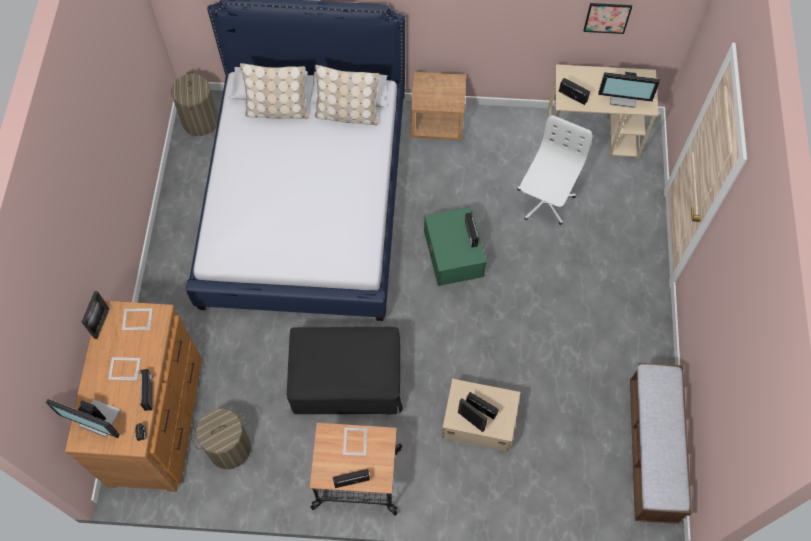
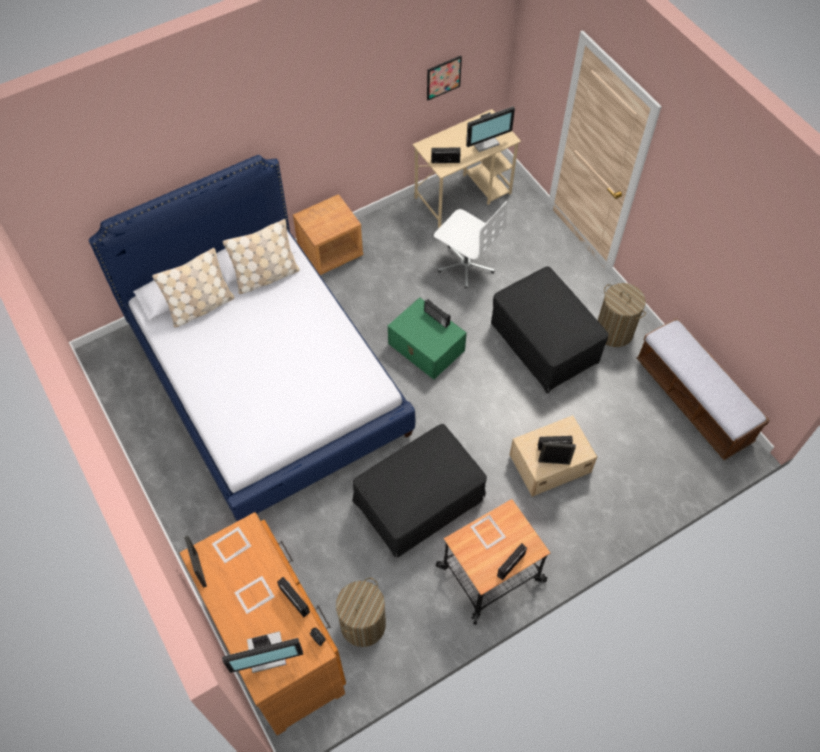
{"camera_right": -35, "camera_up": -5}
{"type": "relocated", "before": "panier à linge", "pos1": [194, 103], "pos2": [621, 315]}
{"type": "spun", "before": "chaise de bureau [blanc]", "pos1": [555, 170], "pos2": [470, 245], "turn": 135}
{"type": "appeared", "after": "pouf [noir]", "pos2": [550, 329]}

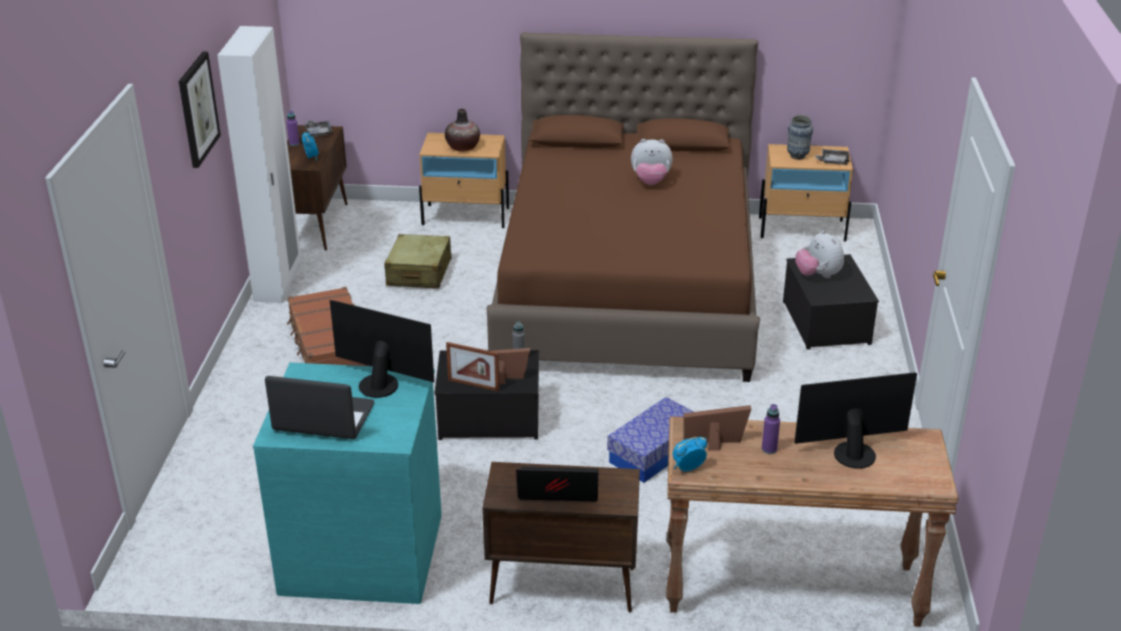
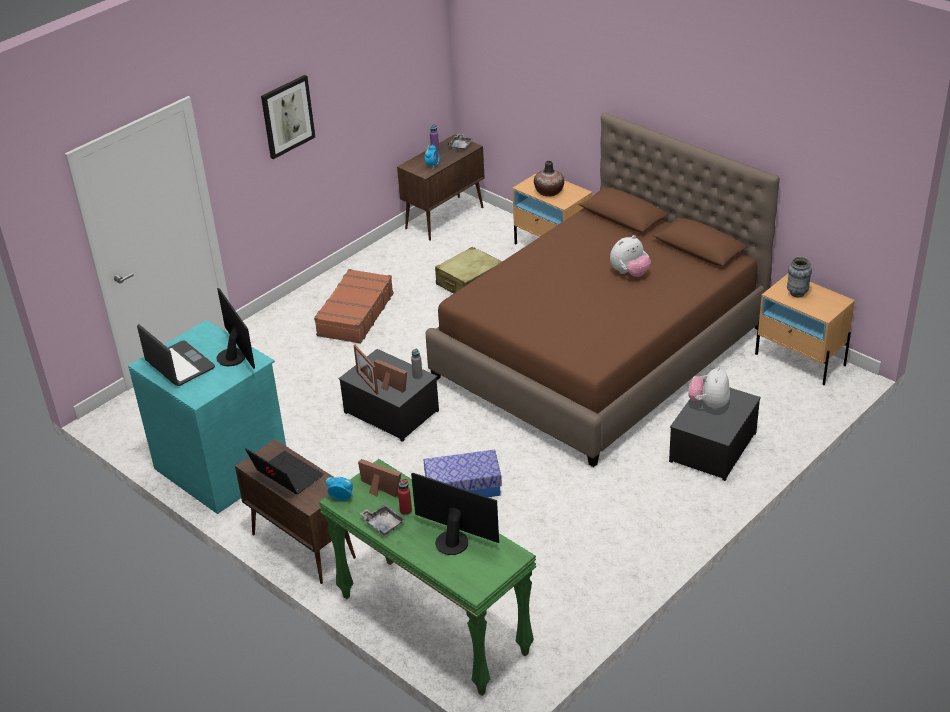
{"camera_right": 40, "camera_up": 5}
{"type": "missing", "before": "armoire [blanc]", "pos1": [259, 164]}
{"type": "spun", "before": "peluche", "pos1": [652, 162], "pos2": [630, 256], "turn": -75}
{"type": "relocated", "before": "plateau [gris]", "pos1": [832, 157], "pos2": [382, 520]}
{"type": "colour", "before": "bouteille [violet]", "after": "bouteille [rouge]", "pos1": [771, 429], "pos2": [405, 497]}
{"type": "colour", "before": "table console [marron]", "after": "table console [vert]", "pos1": [812, 521], "pos2": [427, 577]}

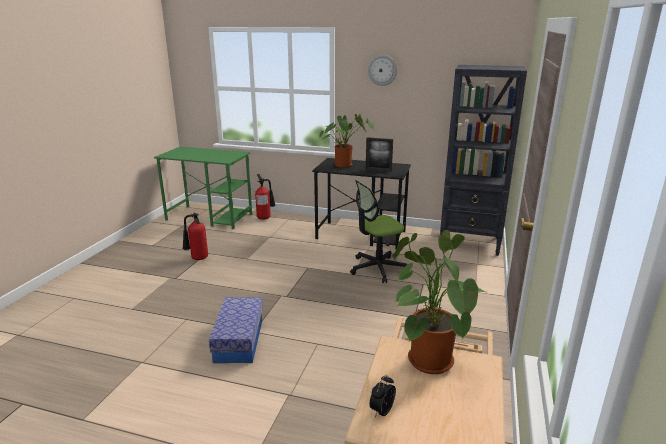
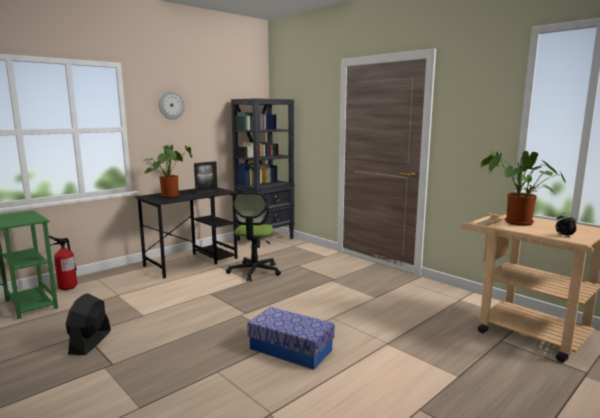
{"camera_right": -60, "camera_up": -10}
{"type": "exchanged", "before": "extincteur", "after": "ventilateur [noir]", "pos1": [195, 236], "pos2": [88, 324]}

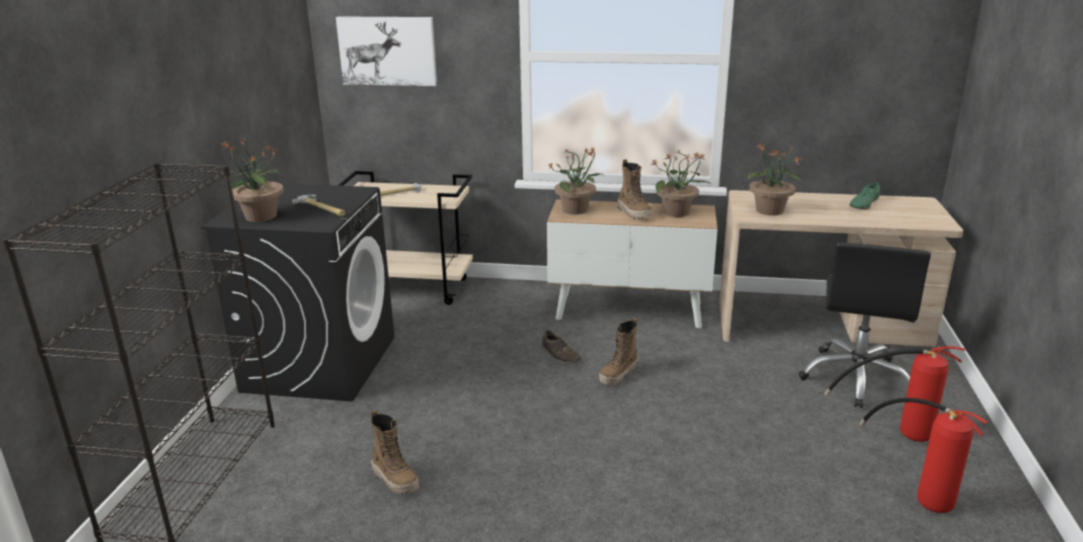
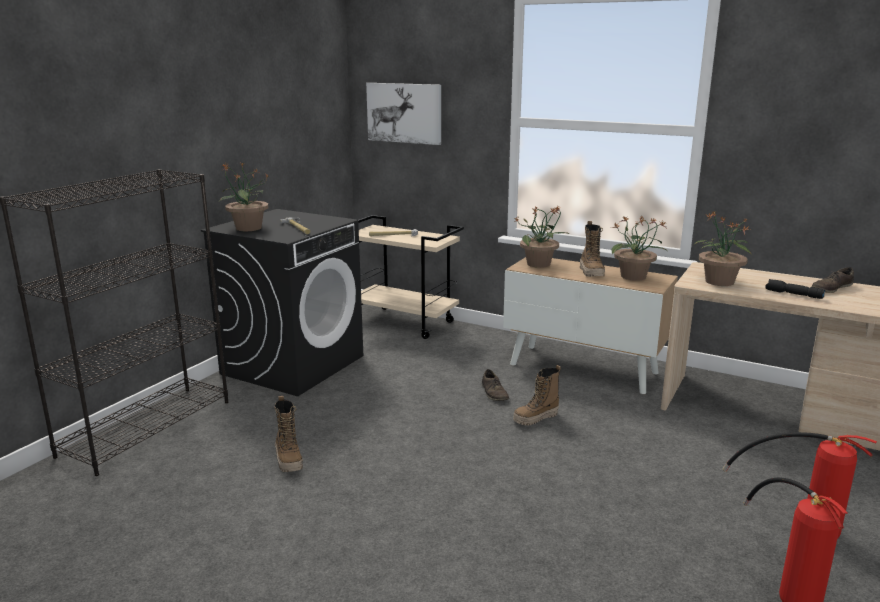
{"camera_right": 20, "camera_up": -5}
{"type": "colour", "before": "chaussure [vert]", "after": "chaussure [marron]", "pos1": [864, 196], "pos2": [832, 280]}
{"type": "missing", "before": "chaise de bureau [noir]", "pos1": [864, 325]}
{"type": "appeared", "after": "lampe de poche [noir]", "pos2": [795, 289]}

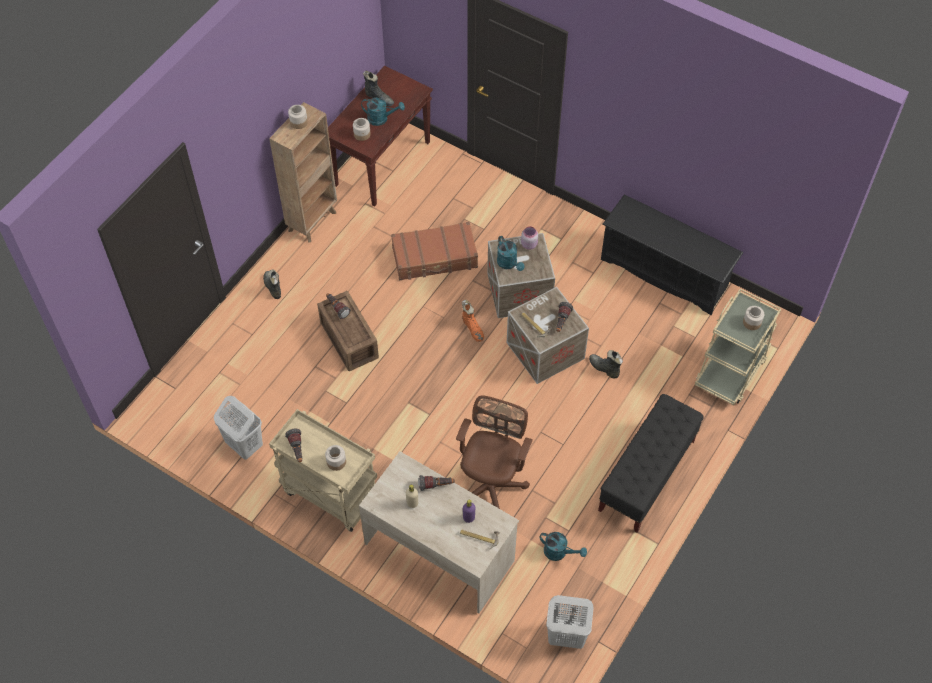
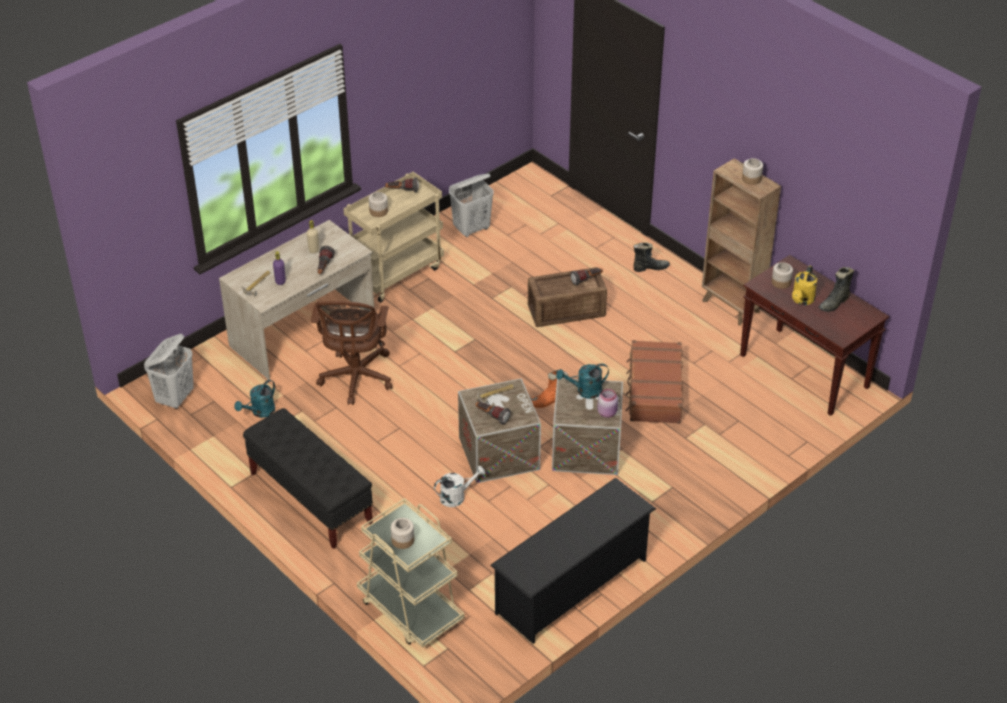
{"camera_right": 105, "camera_up": -15}
{"type": "colour", "before": "arrosoir [turquoise]", "after": "arrosoir [jaune]", "pos1": [383, 112], "pos2": [804, 285]}
{"type": "exchanged", "before": "botte [noir]", "after": "arrosoir [blanc]", "pos1": [606, 364], "pos2": [459, 486]}
{"type": "spun", "before": "chaise de bureau [marron]", "pos1": [494, 452], "pos2": [351, 353], "turn": 60}

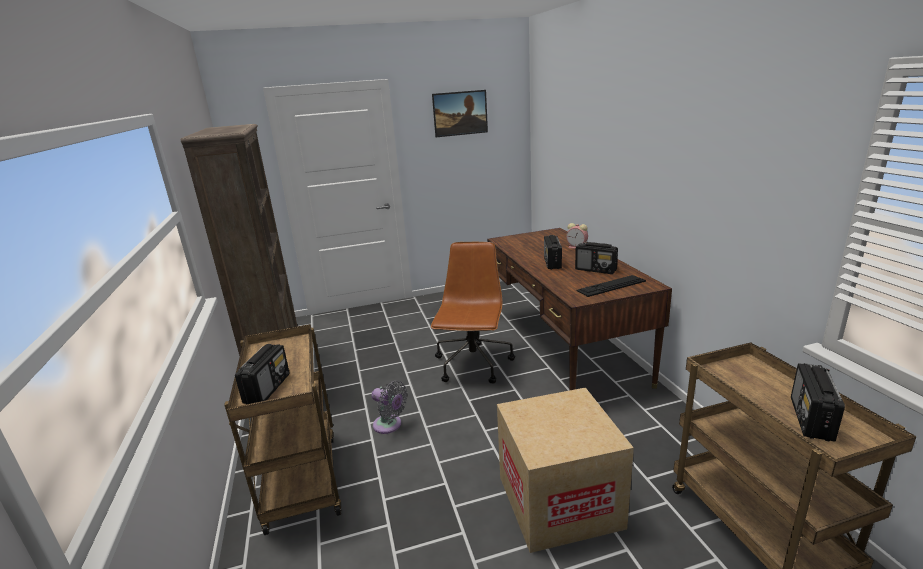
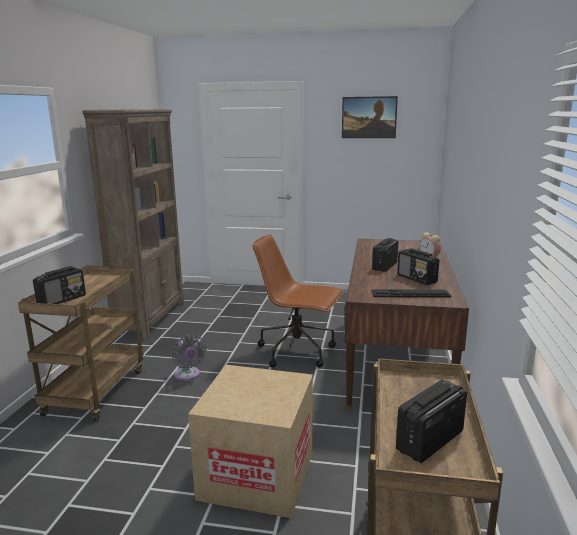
{"camera_right": 25, "camera_up": -5}
{"type": "spun", "before": "chaise de bureau [marron]", "pos1": [473, 313], "pos2": [298, 301], "turn": -105}

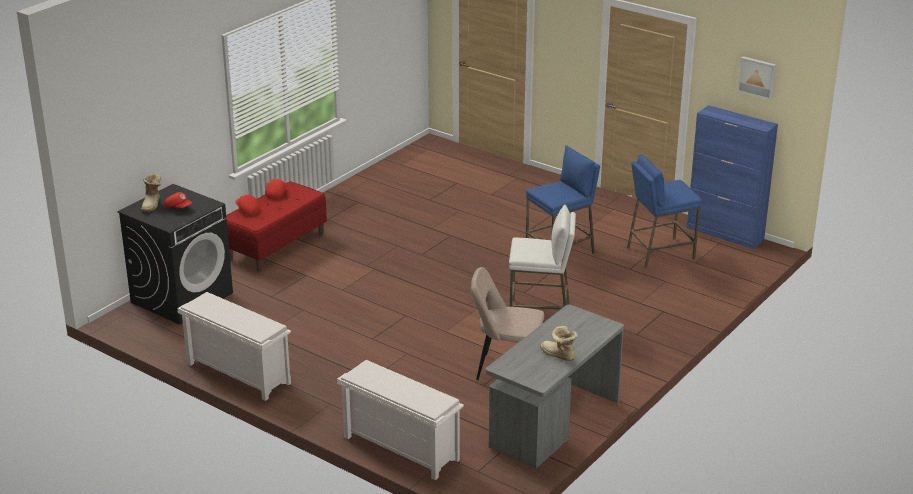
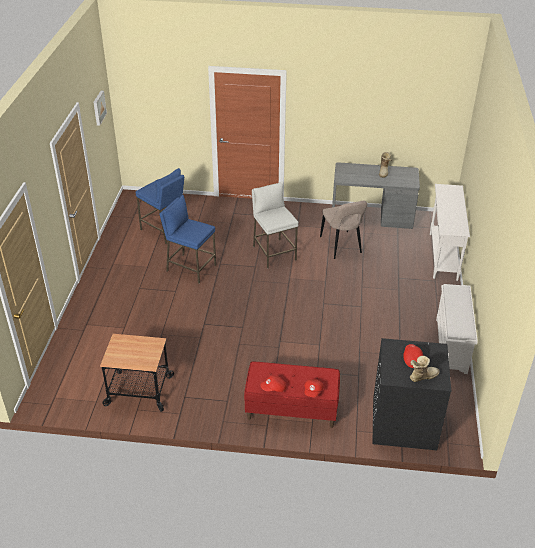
{"camera_right": -120, "camera_up": 10}
{"type": "missing", "before": "meuble de rangement [bleu]", "pos1": [732, 177]}
{"type": "exchanged", "before": "étagère à chaussures [blanc]", "after": "table console [blanc]", "pos1": [400, 420], "pos2": [450, 232]}
{"type": "appeared", "after": "chariot", "pos2": [137, 373]}

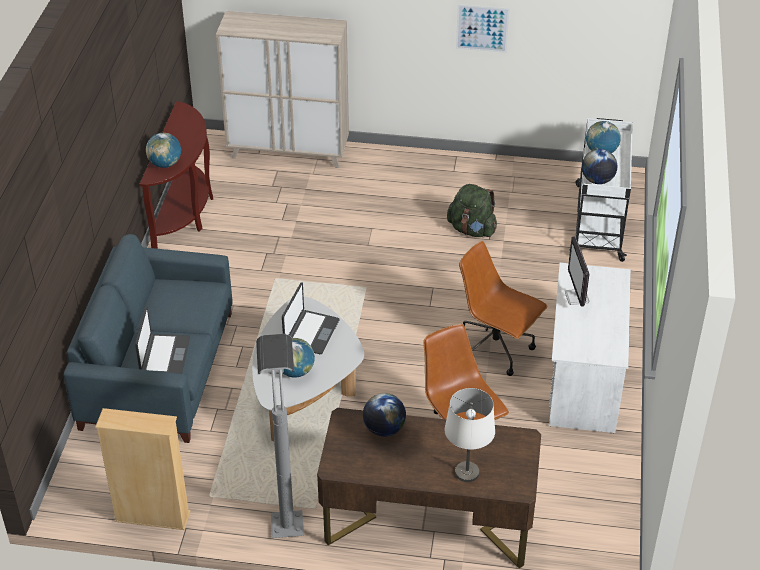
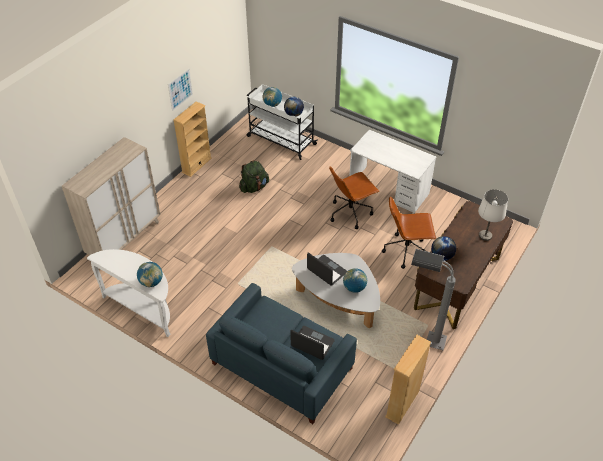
{"camera_right": -65, "camera_up": 5}
{"type": "colour", "before": "table console [marron]", "after": "table console [blanc]", "pos1": [176, 175], "pos2": [129, 293]}
{"type": "missing", "before": "écran d'ordinateur", "pos1": [577, 271]}
{"type": "appeared", "after": "bibliothèque [beige]", "pos2": [192, 139]}

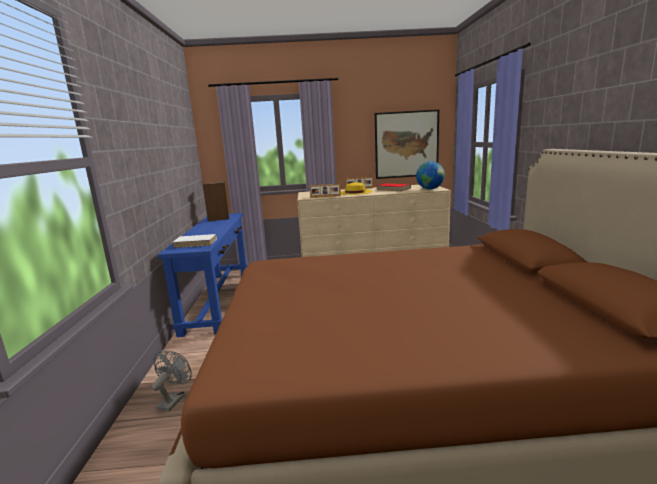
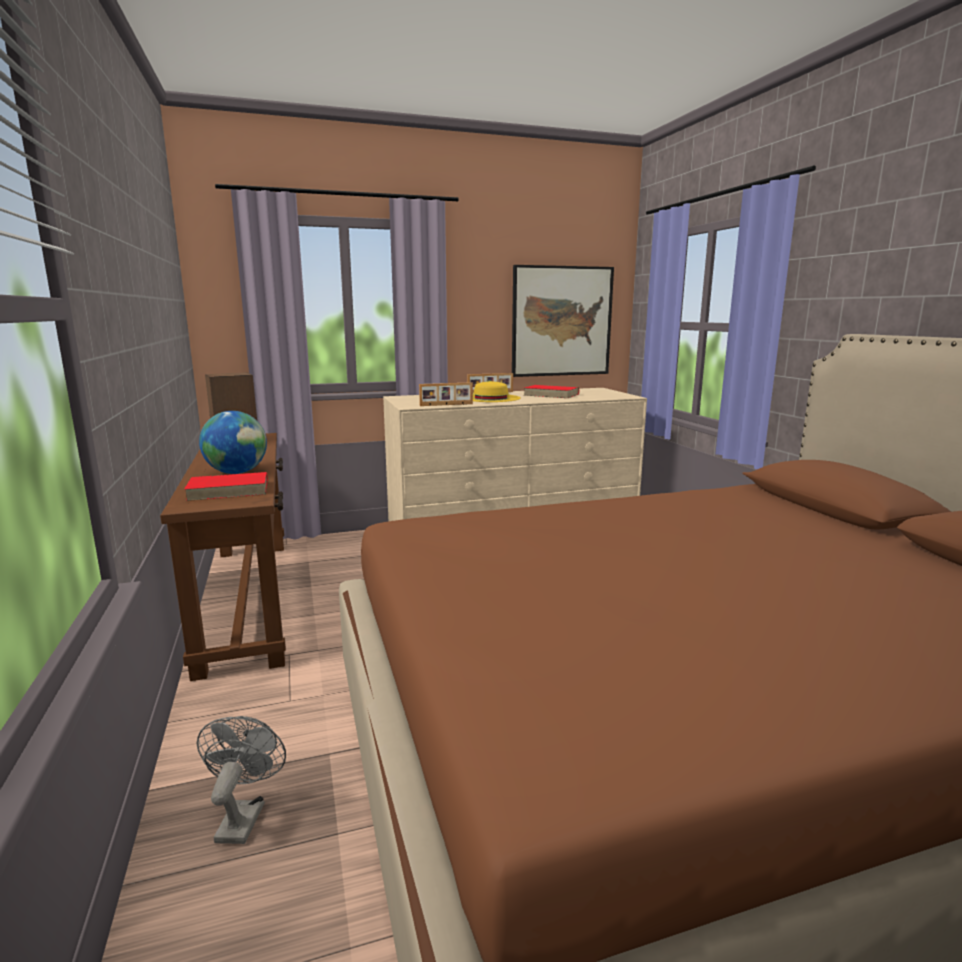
{"camera_right": -15, "camera_up": 0}
{"type": "relocated", "before": "globe", "pos1": [430, 175], "pos2": [233, 442]}
{"type": "colour", "before": "table console [bleu]", "after": "table console [marron]", "pos1": [203, 275], "pos2": [223, 557]}
{"type": "colour", "before": "livre [blanc]", "after": "livre [rouge]", "pos1": [195, 241], "pos2": [226, 486]}

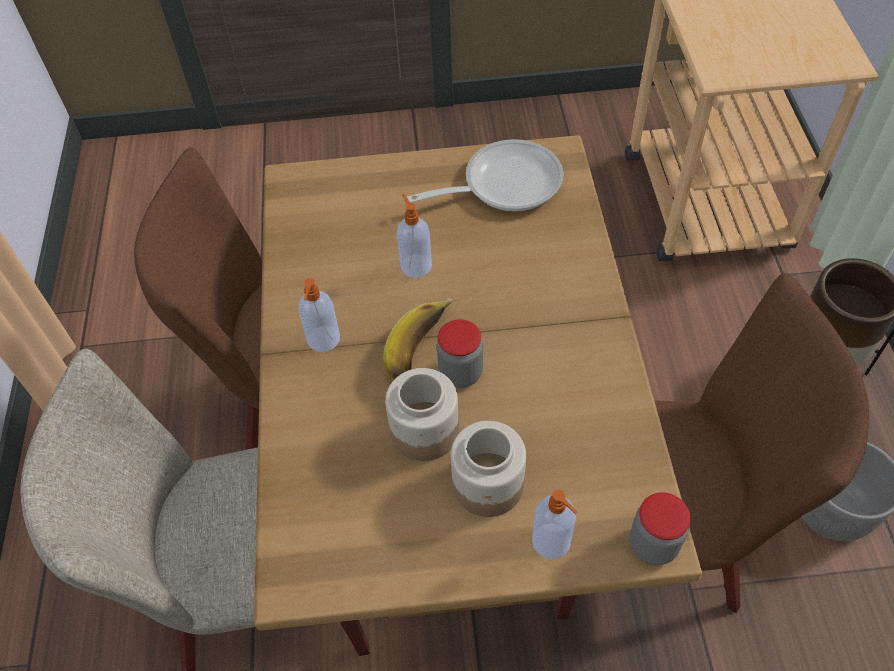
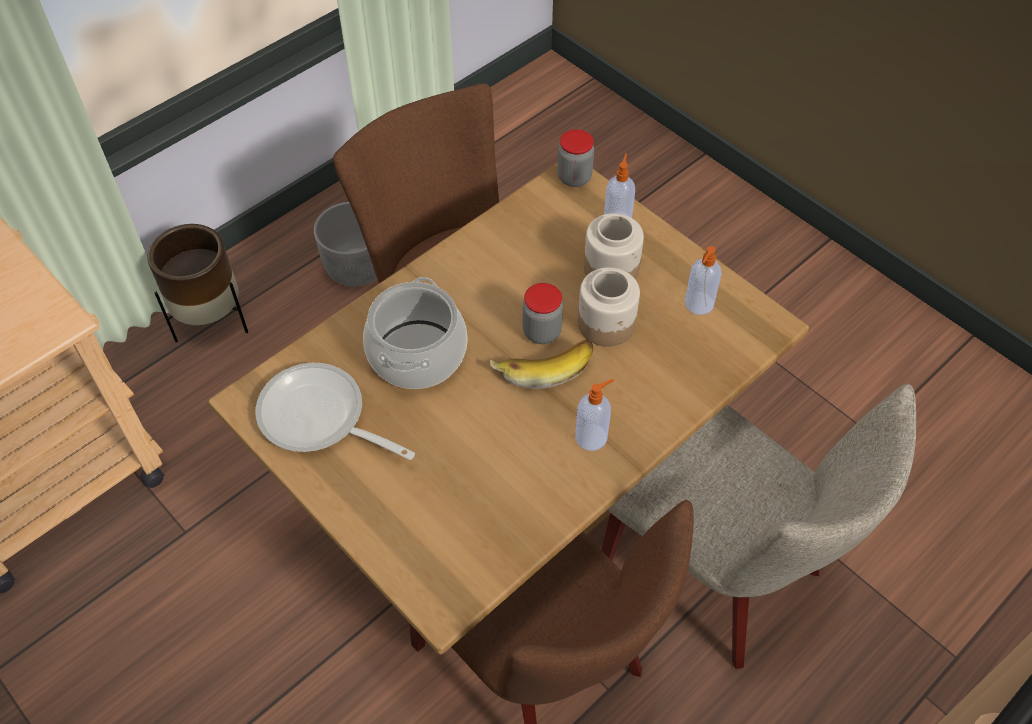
{"camera_right": -130, "camera_up": 0}
{"type": "relocated", "before": "distributeur de savon", "pos1": [414, 235], "pos2": [703, 280]}
{"type": "appeared", "after": "marmite", "pos2": [415, 333]}

